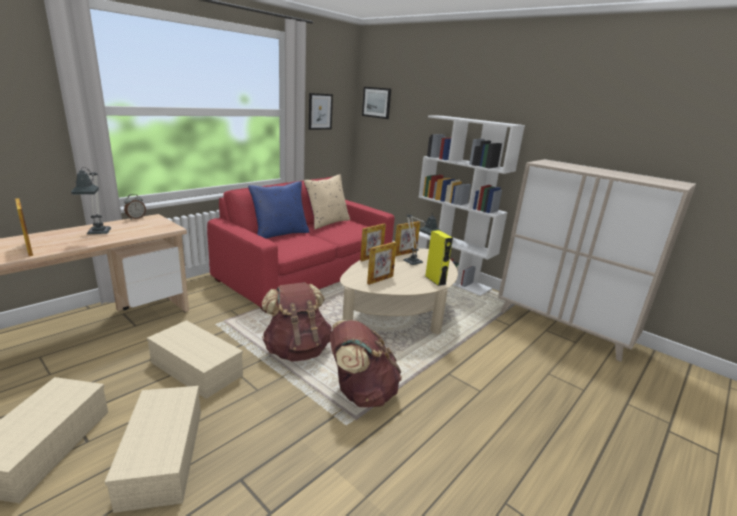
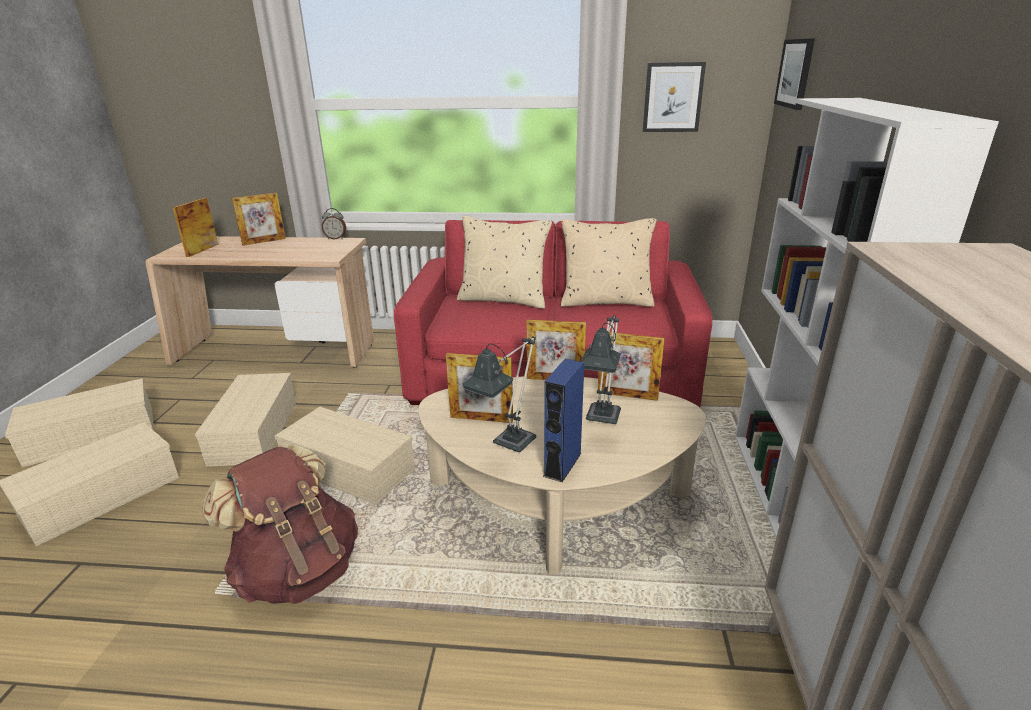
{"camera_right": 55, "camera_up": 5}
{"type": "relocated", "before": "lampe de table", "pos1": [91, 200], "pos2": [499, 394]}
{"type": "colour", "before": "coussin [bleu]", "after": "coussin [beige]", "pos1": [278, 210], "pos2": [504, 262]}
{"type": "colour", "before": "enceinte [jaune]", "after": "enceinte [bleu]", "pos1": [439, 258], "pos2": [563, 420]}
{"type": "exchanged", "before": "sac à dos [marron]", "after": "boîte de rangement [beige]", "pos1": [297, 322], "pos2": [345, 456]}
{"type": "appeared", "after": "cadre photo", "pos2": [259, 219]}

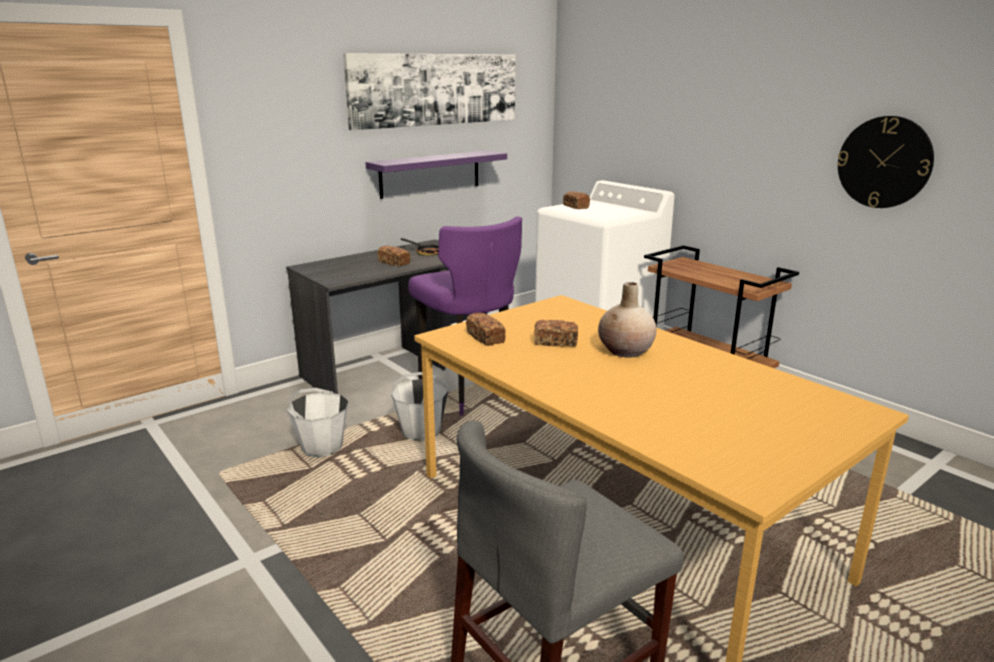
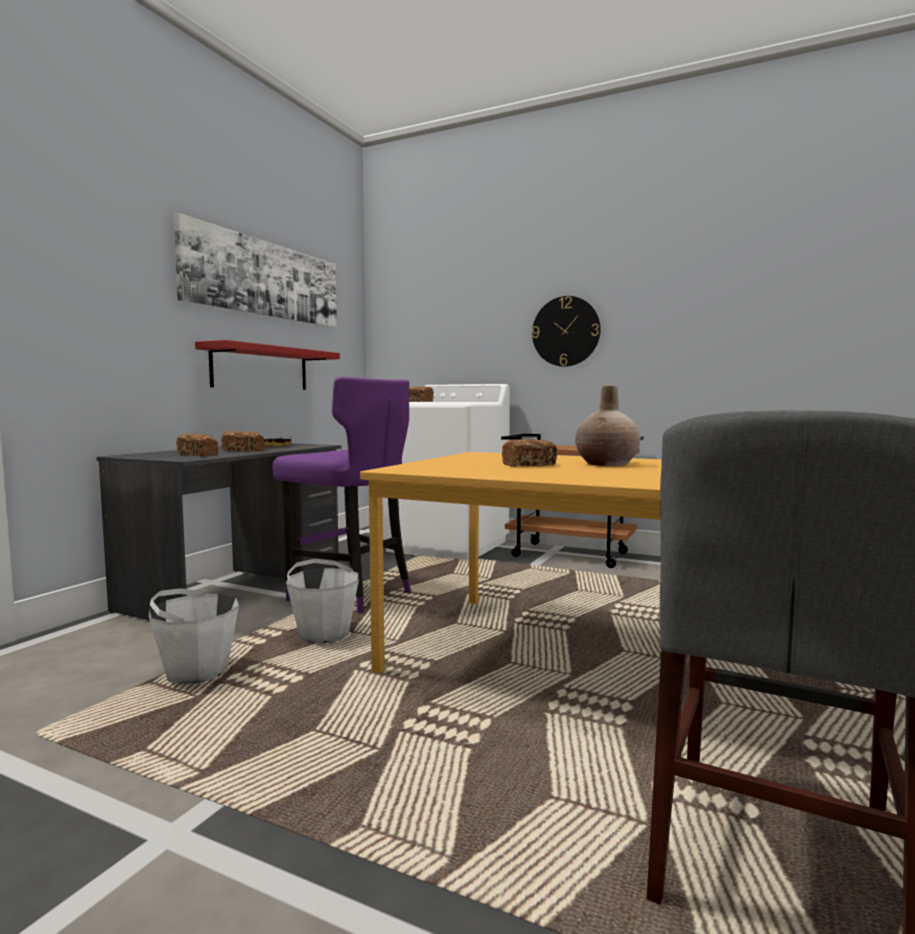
{"camera_right": -25, "camera_up": -15}
{"type": "relocated", "before": "horloge murale", "pos1": [885, 162], "pos2": [566, 331]}
{"type": "colour", "before": "étagère [violet]", "after": "étagère [rouge]", "pos1": [436, 174], "pos2": [267, 365]}
{"type": "relocated", "before": "pain", "pos1": [486, 329], "pos2": [197, 444]}

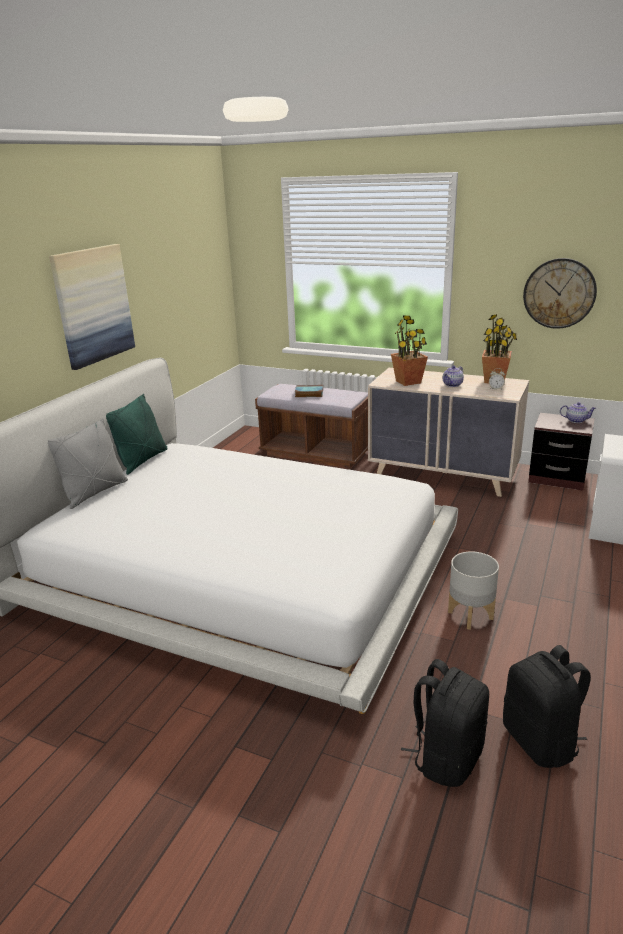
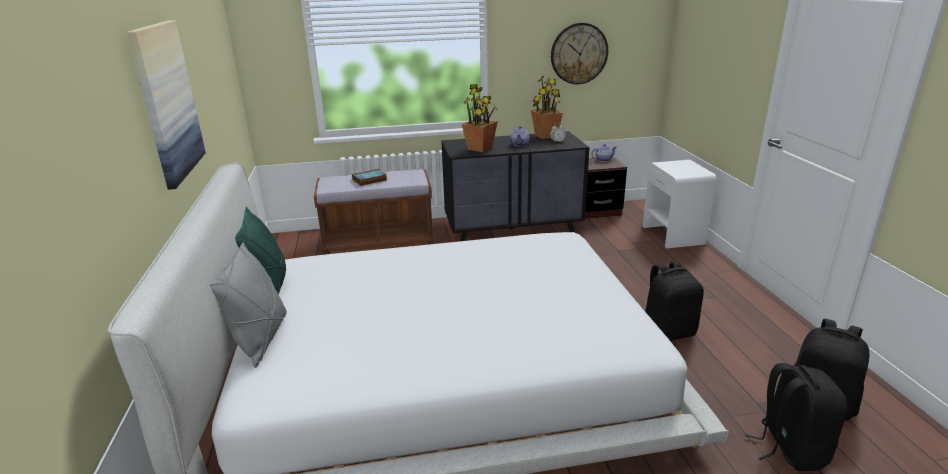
{"camera_right": -35, "camera_up": 0}
{"type": "colour", "before": "commode [beige]", "after": "commode [noir]", "pos1": [448, 432], "pos2": [515, 186]}
{"type": "exchanged", "before": "cache-pot [gris]", "after": "sac à dos [noir]", "pos1": [473, 590], "pos2": [674, 301]}

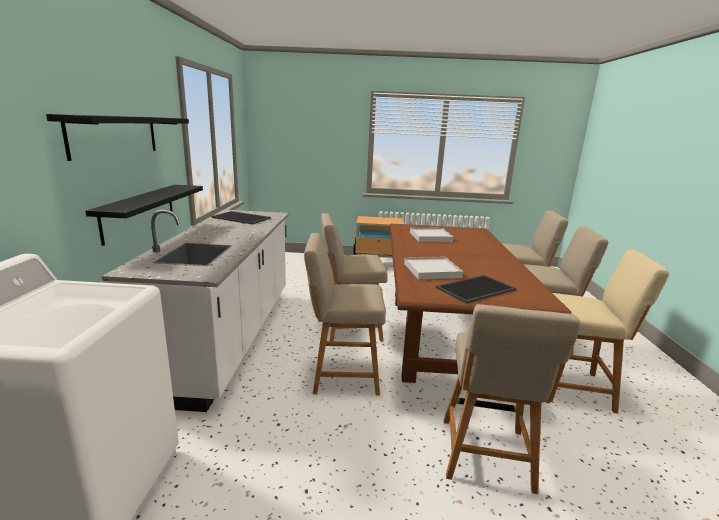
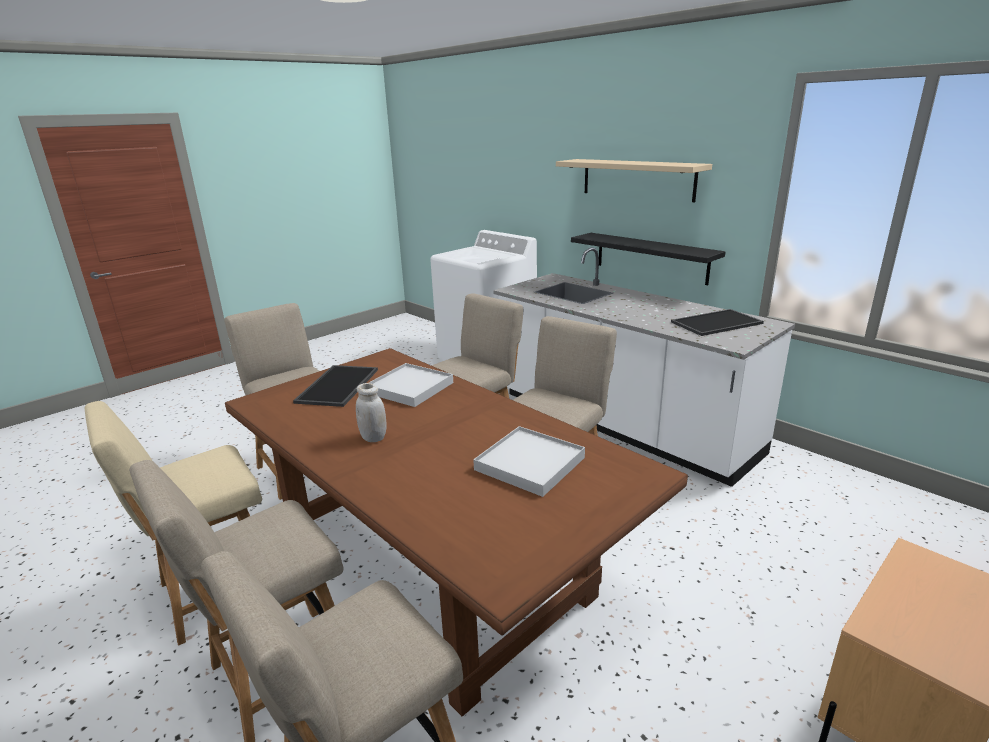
{"camera_right": 135, "camera_up": 5}
{"type": "colour", "before": "étagère [noir]", "after": "étagère [beige]", "pos1": [117, 137], "pos2": [634, 180]}
{"type": "appeared", "after": "bocal [blanc]", "pos2": [371, 412]}

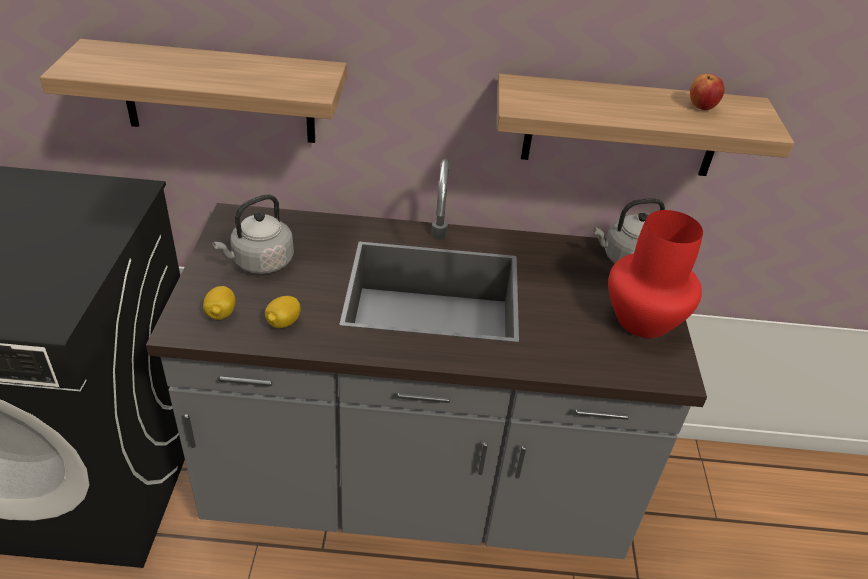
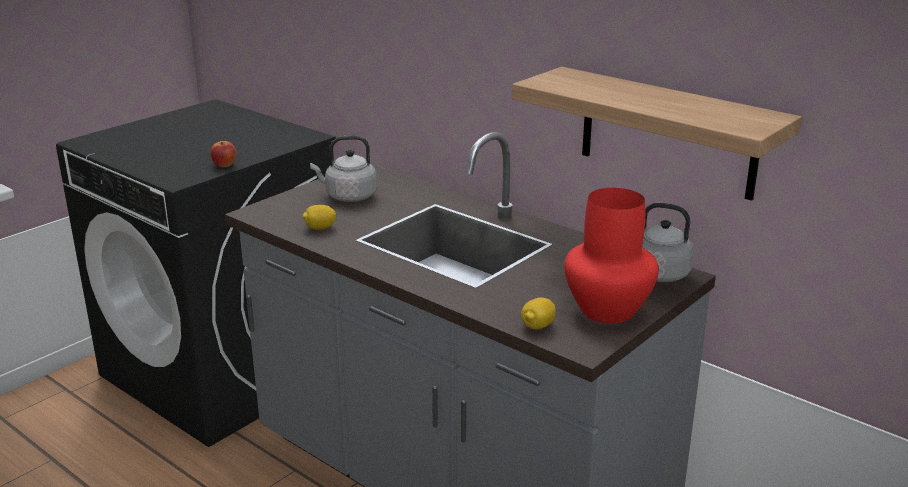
{"camera_right": 40, "camera_up": -15}
{"type": "missing", "before": "étagère", "pos1": [193, 91]}
{"type": "relocated", "before": "pomme", "pos1": [707, 92], "pos2": [223, 154]}
{"type": "relocated", "before": "citron", "pos1": [219, 303], "pos2": [538, 313]}

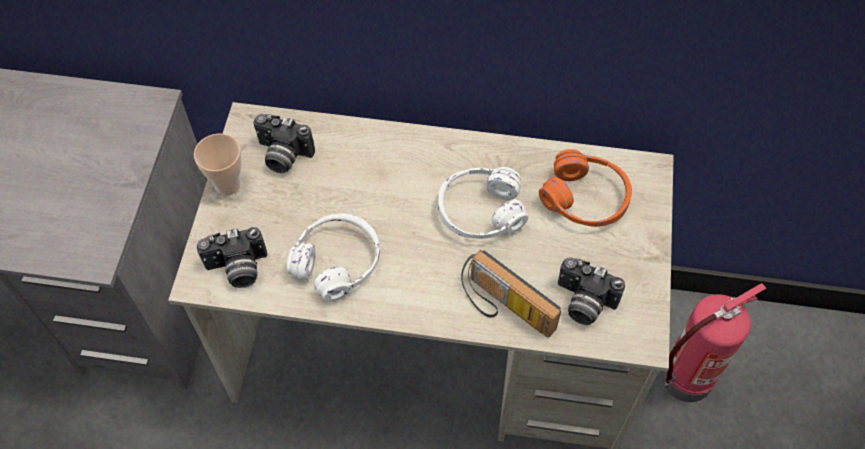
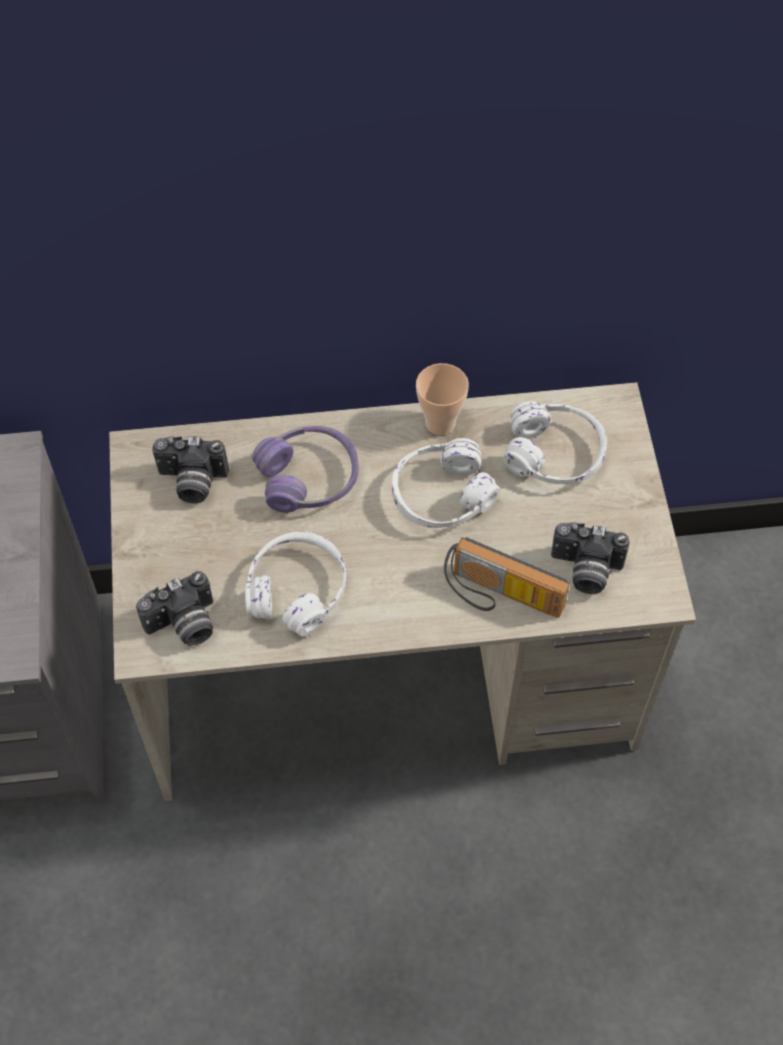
{"camera_right": -15, "camera_up": 0}
{"type": "relocated", "before": "tasse", "pos1": [218, 164], "pos2": [442, 399]}
{"type": "colour", "before": "casque audio [orange]", "after": "casque audio [blanc]", "pos1": [585, 188], "pos2": [555, 442]}
{"type": "missing", "before": "extincteur", "pos1": [714, 342]}
{"type": "appeared", "after": "casque audio [violet]", "pos2": [305, 469]}

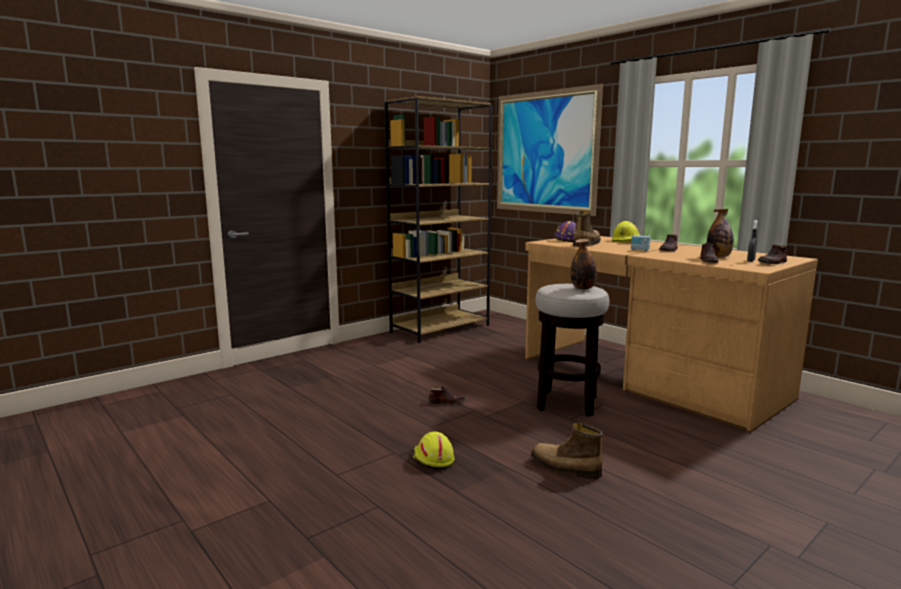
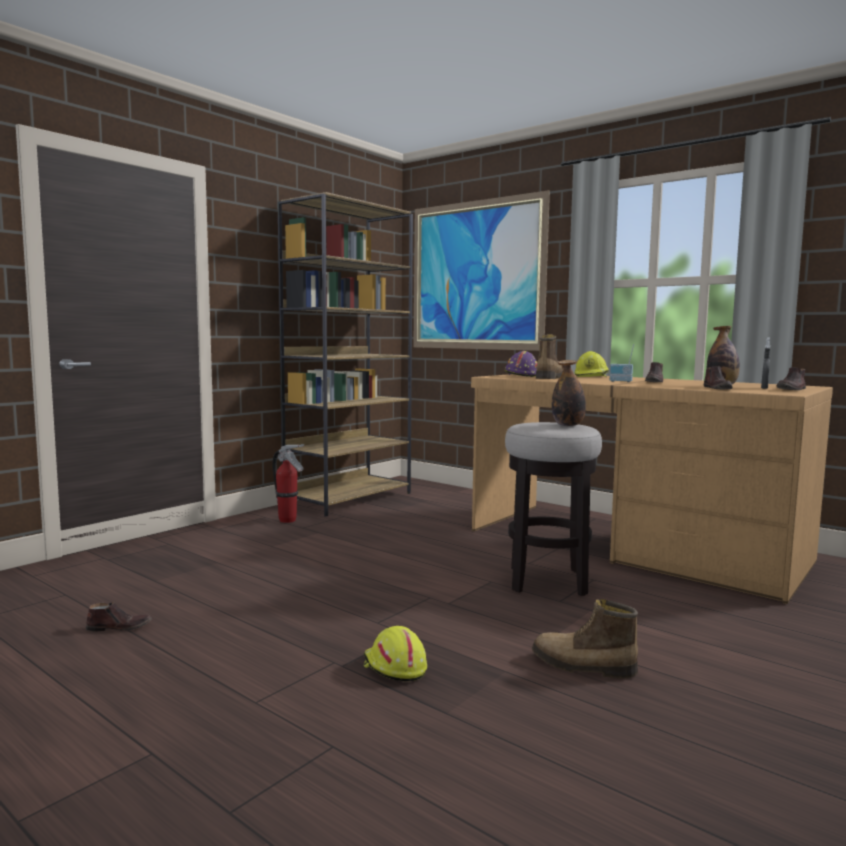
{"camera_right": -10, "camera_up": -5}
{"type": "relocated", "before": "chaussure [marron]", "pos1": [447, 395], "pos2": [119, 617]}
{"type": "appeared", "after": "extincteur", "pos2": [288, 483]}

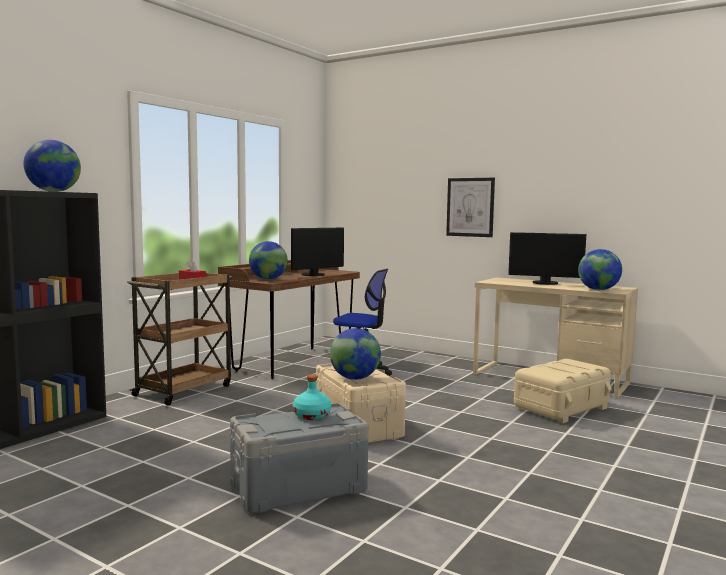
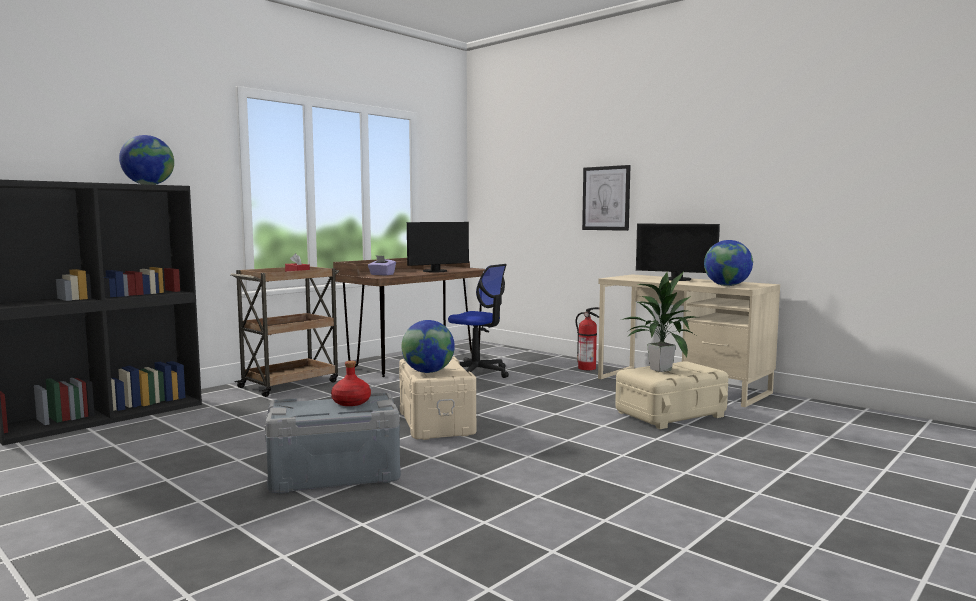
{"camera_right": 10, "camera_up": 0}
{"type": "exchanged", "before": "globe", "after": "boîte à mouchoirs [violet]", "pos1": [268, 260], "pos2": [382, 265]}
{"type": "colour", "before": "bouteille [turquoise]", "after": "bouteille [rouge]", "pos1": [312, 397], "pos2": [351, 383]}
{"type": "appeared", "after": "plante en pot", "pos2": [658, 322]}
{"type": "appeared", "after": "extincteur", "pos2": [587, 338]}

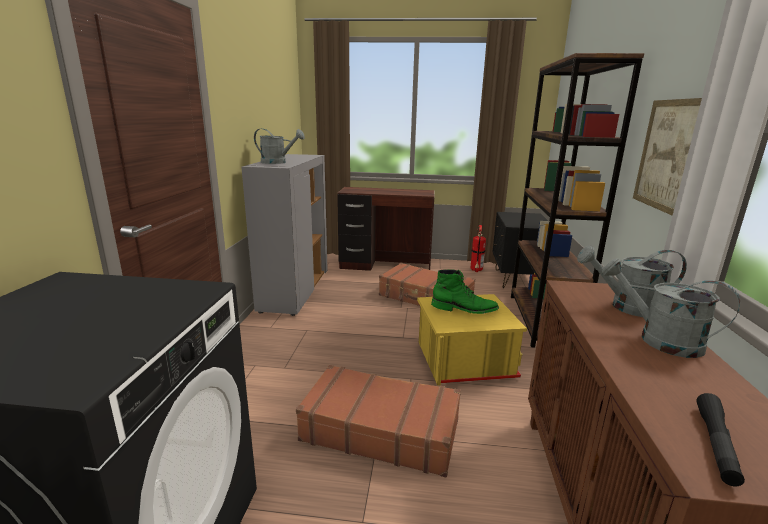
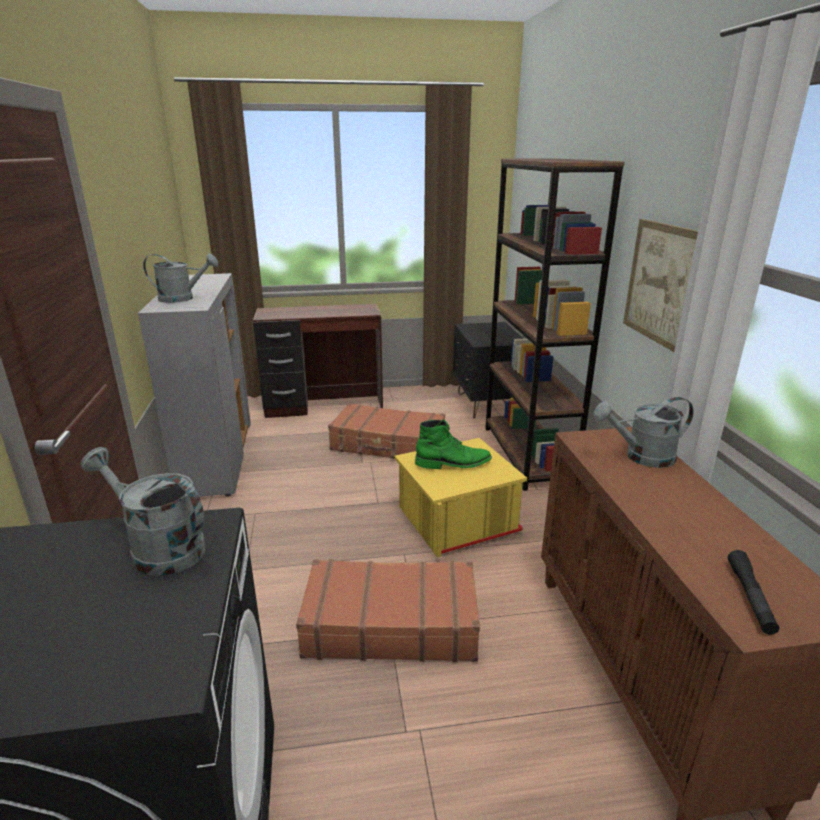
{"camera_right": -15, "camera_up": 5}
{"type": "missing", "before": "extincteur", "pos1": [478, 248]}
{"type": "relocated", "before": "arrosoir [gris]", "pos1": [671, 308], "pos2": [142, 511]}

